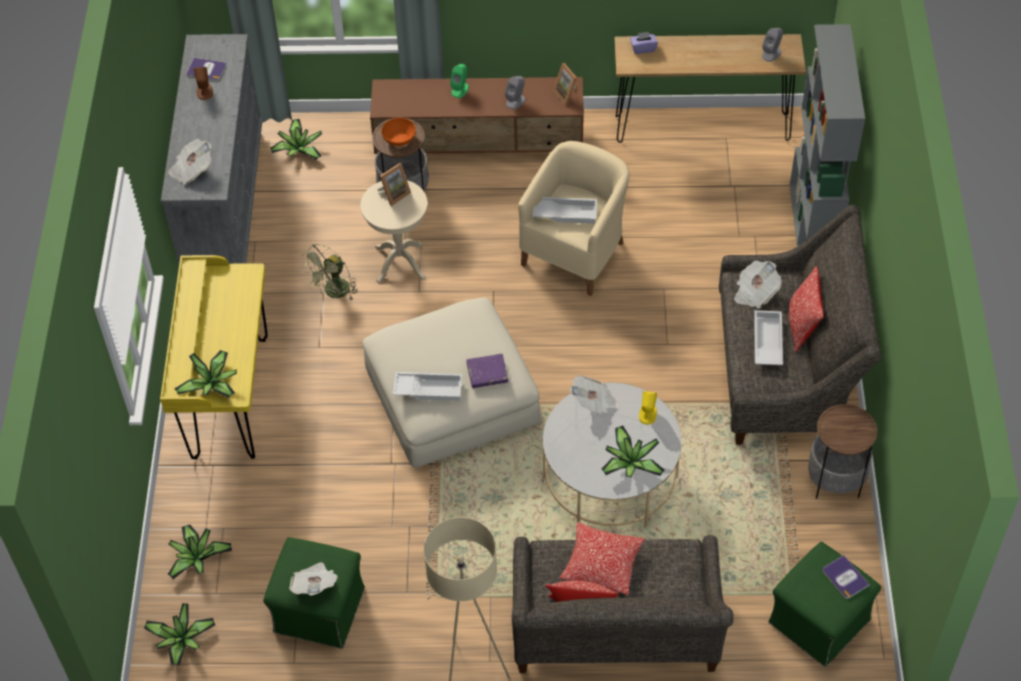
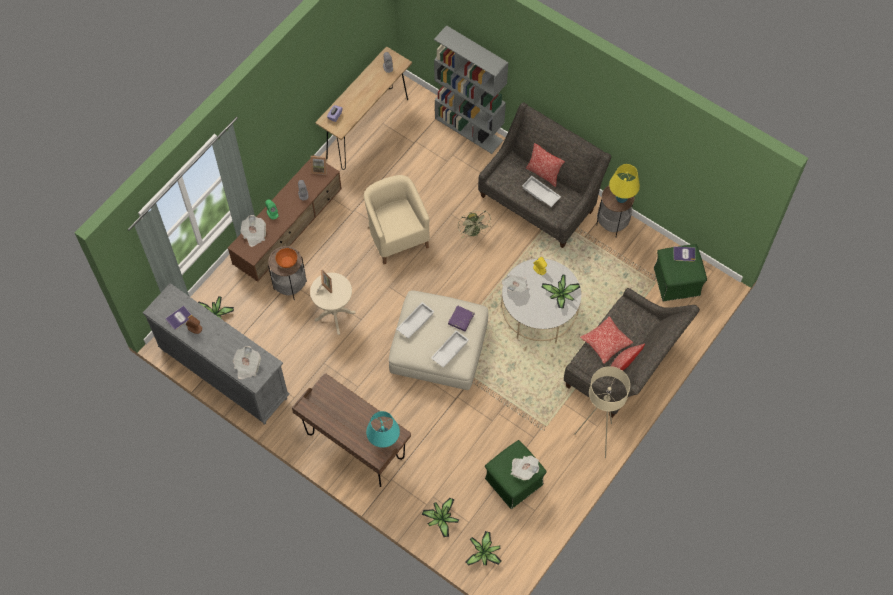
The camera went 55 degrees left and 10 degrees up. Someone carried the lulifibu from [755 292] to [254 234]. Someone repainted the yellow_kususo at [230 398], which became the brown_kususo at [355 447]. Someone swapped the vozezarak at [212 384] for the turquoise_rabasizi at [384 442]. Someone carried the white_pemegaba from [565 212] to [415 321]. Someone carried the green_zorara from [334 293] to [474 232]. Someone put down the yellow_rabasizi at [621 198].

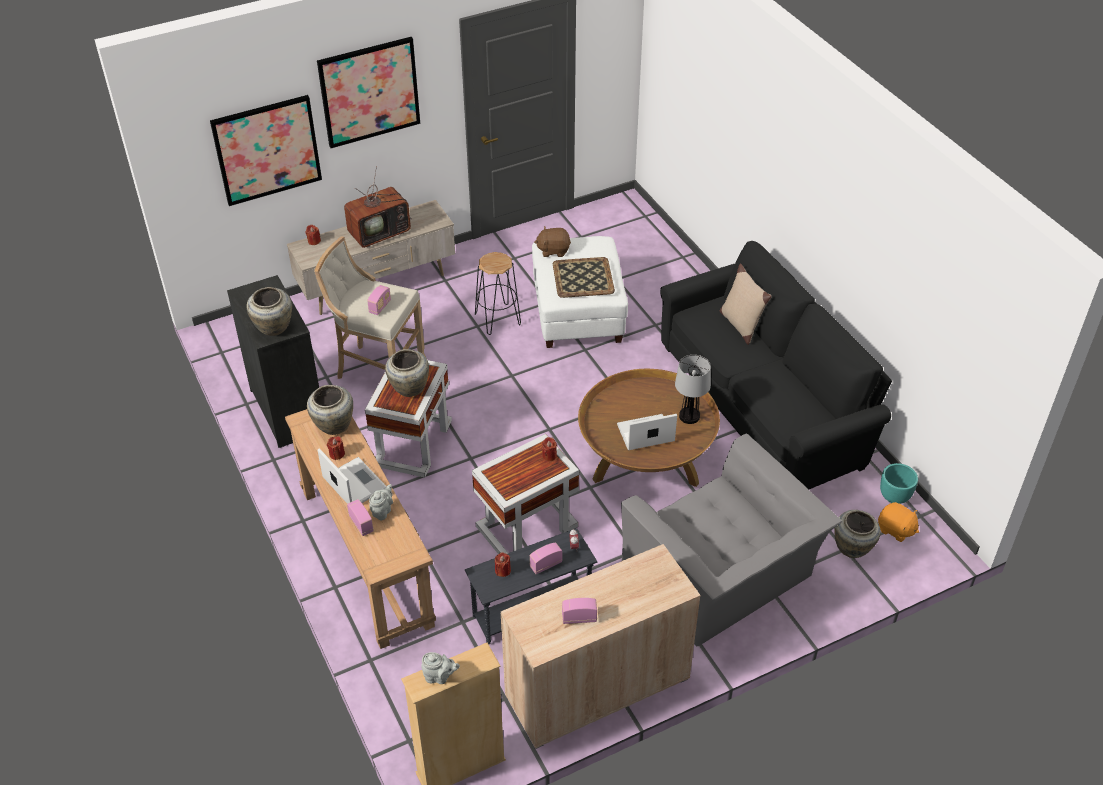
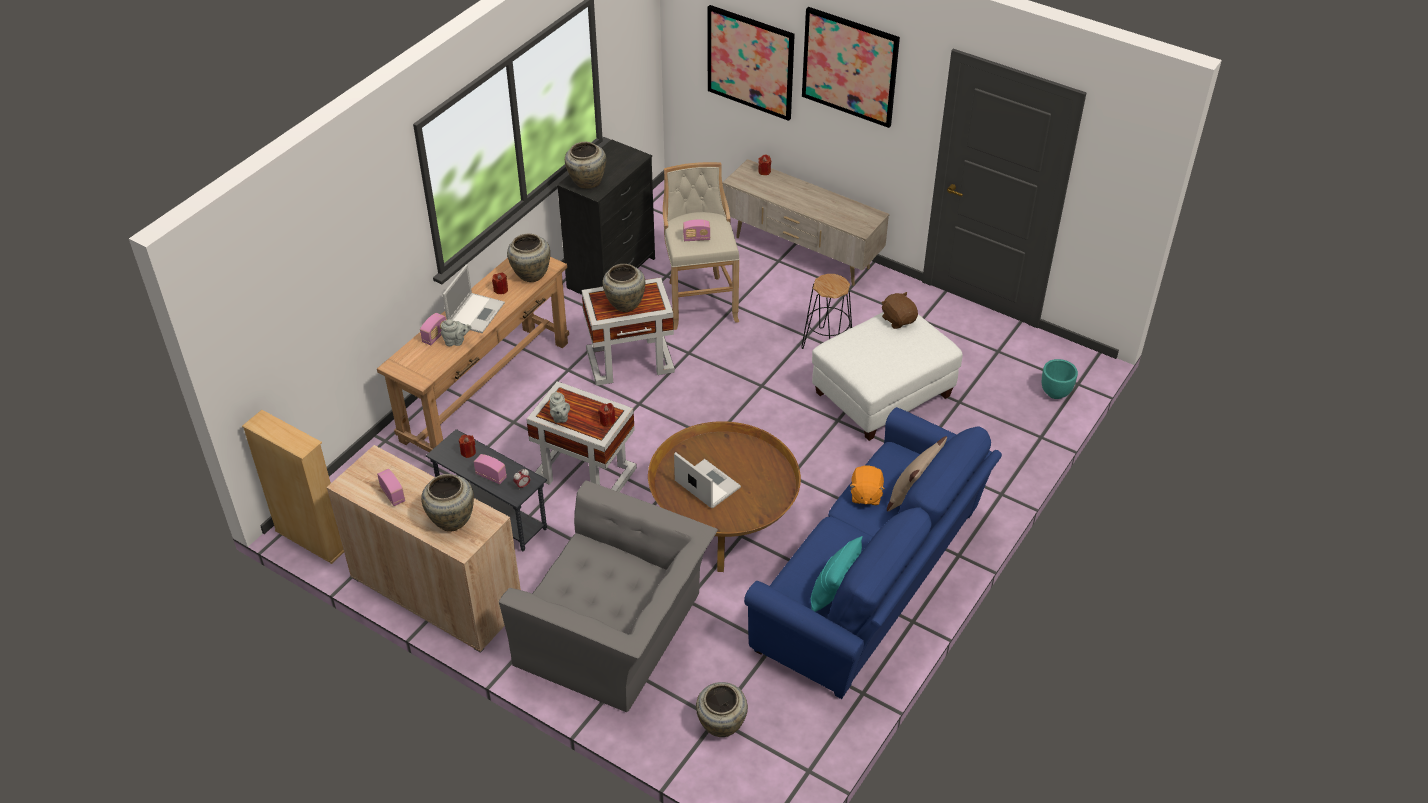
The camera went 60 degrees right and 0 degrees up. Someone put down the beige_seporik at [451 519]. Someone rotated the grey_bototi at [721 576] by 90 degrees counterclockwise. Someone carried the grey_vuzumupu from [439 677] to [560 418]. Someone repainted the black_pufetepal at [765 403], which became the blue_pufetepal at [874 583]. Someone put down the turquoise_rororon at [833 593]. Someone carried the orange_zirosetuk from [895 530] to [865 495]. Someone carried the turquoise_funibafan from [894 497] to [1055 393]. Someone took away the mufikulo at [380 232]. Someone took away the pemegaba at [582 277]. Someone took away the rabasizi at [689 416].

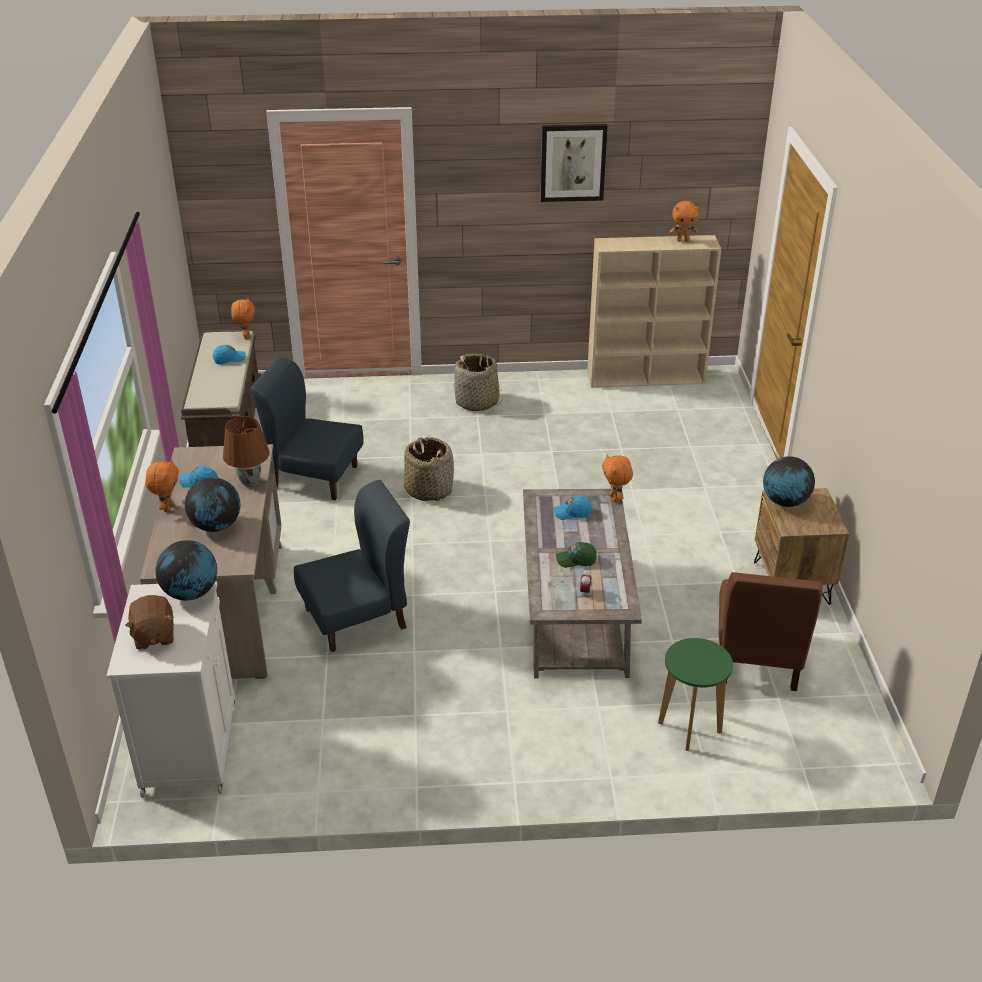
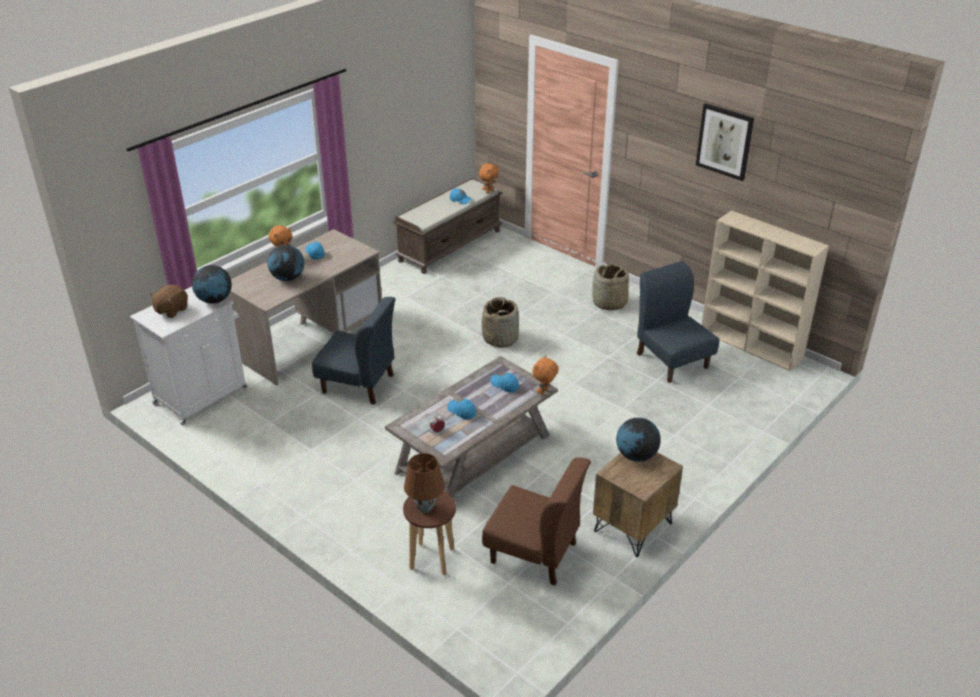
The camera went 45 degrees right and 0 degrees up. Someone repainted the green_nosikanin at [689 728], which became the brown_nosikanin at [431 559]. Someone carried the brown_rabasizi from [250 482] to [425 507]. Someone repainted the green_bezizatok at [575 560], which became the blue_bezizatok at [461 411]. Someone rotated the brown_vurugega at [757 658] by 120 degrees counterclockwise. Someone carried the blue_vurugega from [314 476] to [672 360]. Someone took away the orange_zirosetuk at [683 240].

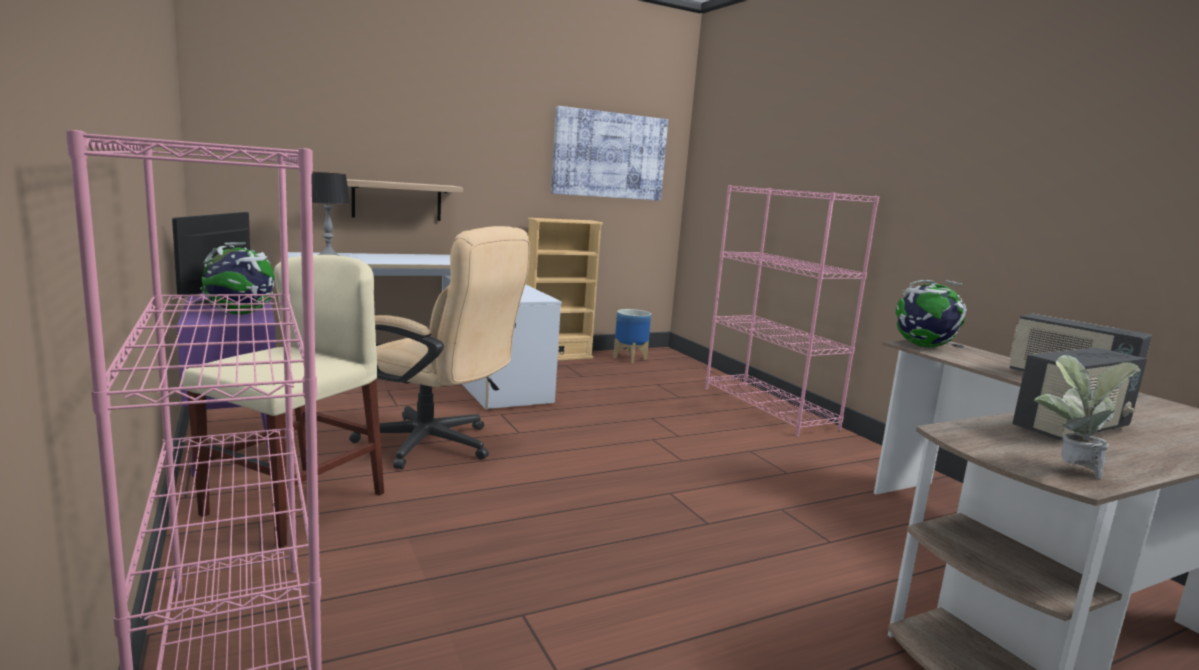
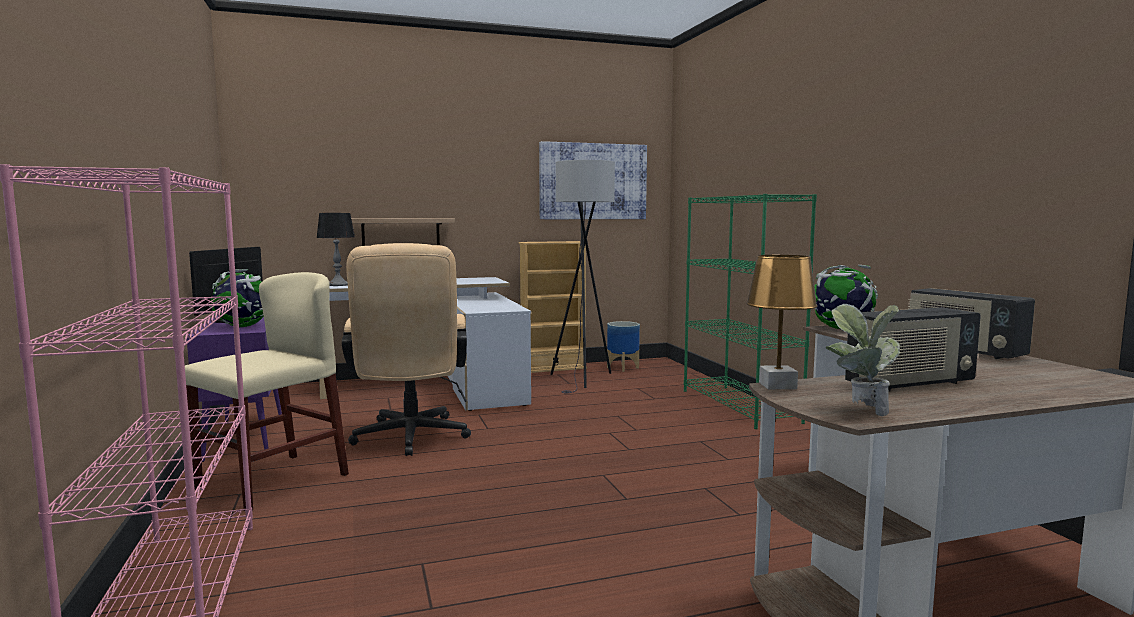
The camera went 10 degrees right and 5 degrees down. Someone rotated the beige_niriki at [437 446] by 45 degrees clockwise. Someone put down the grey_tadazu at [583 380]. Someone repainted the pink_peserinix at [769 408], which became the green_peserinix at [740 406]. Someone put down the brown_rabasizi at [777 386].

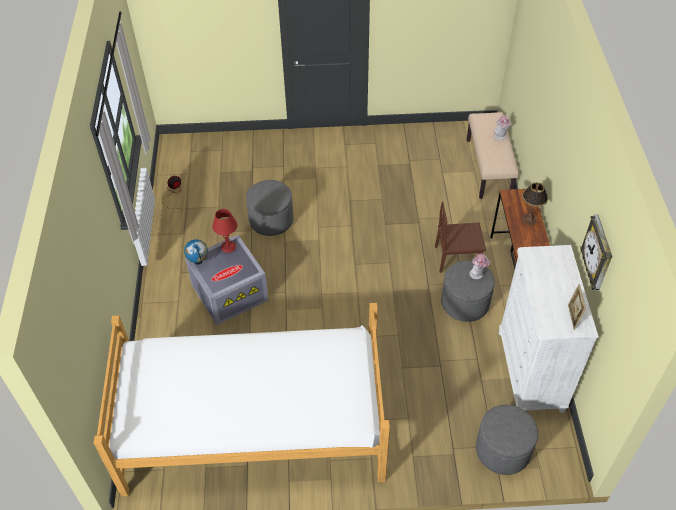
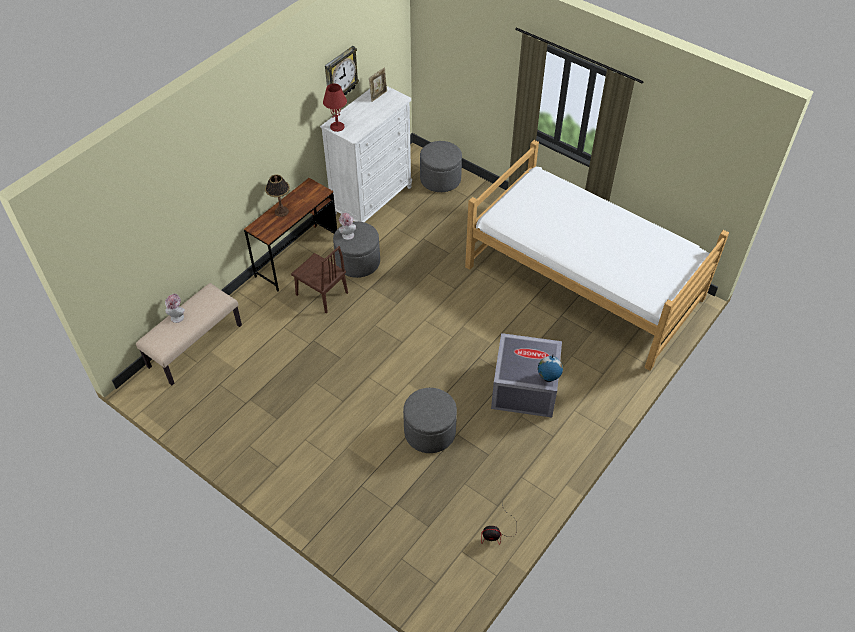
The camera went 140 degrees left and 0 degrees up. Someone carried the red_rabasizi from [228 247] to [337 127].

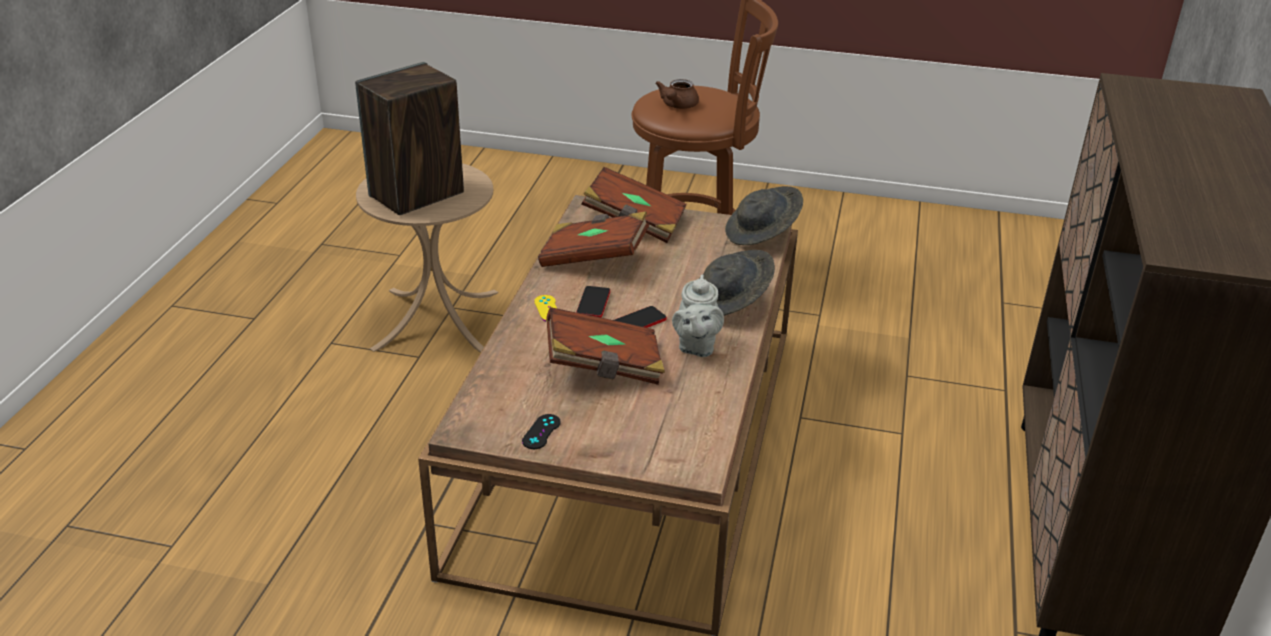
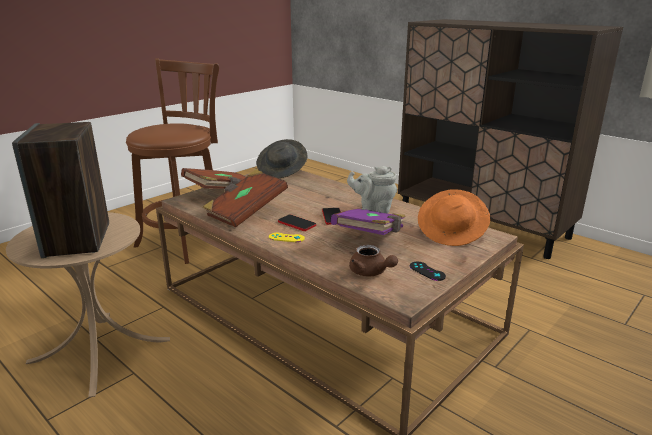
The camera went 60 degrees left and 10 degrees down. Someone repainted the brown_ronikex at [604 367], which became the purple_ronikex at [371 236]. Someone rotated the grey_vuzumupu at [696 346] by 150 degrees clockwise. Someone carried the brown_vuzumupu from [677 106] to [371 272]. Someone put down the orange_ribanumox at [452 232]. Someone took away the grey_ribanumox at [730 302].

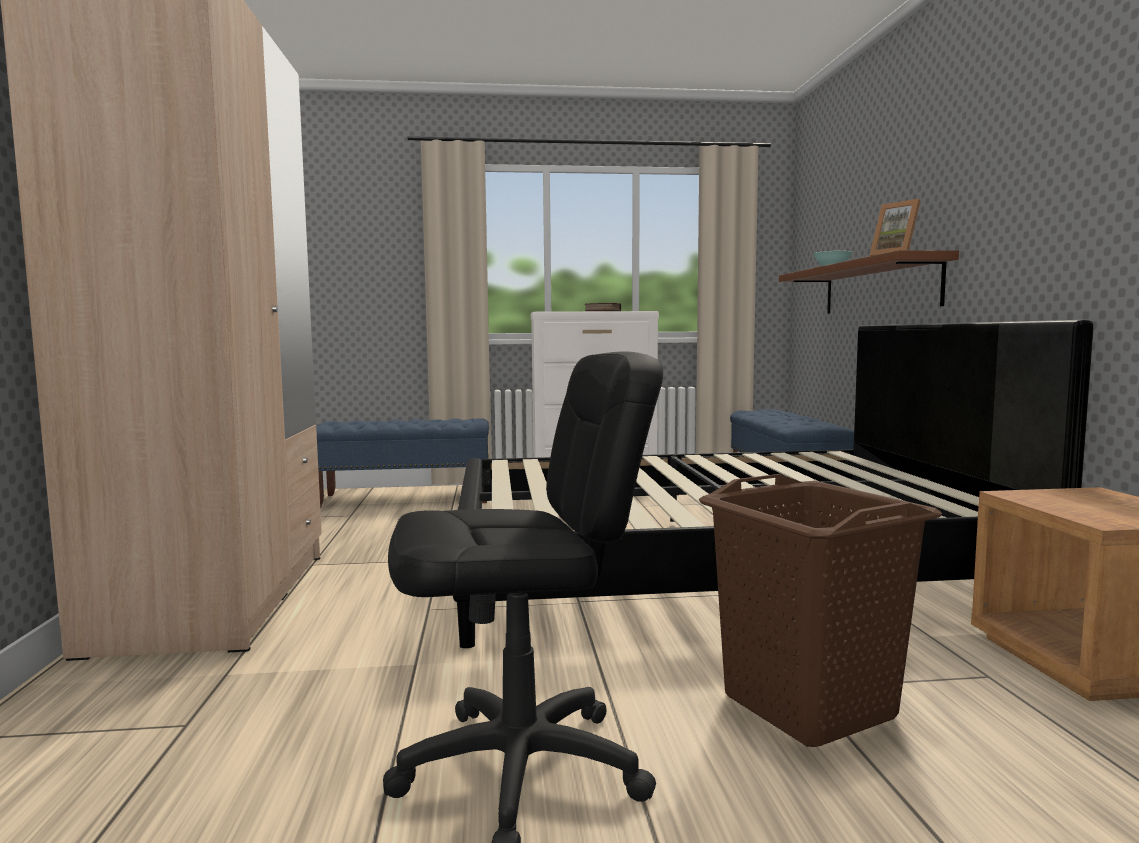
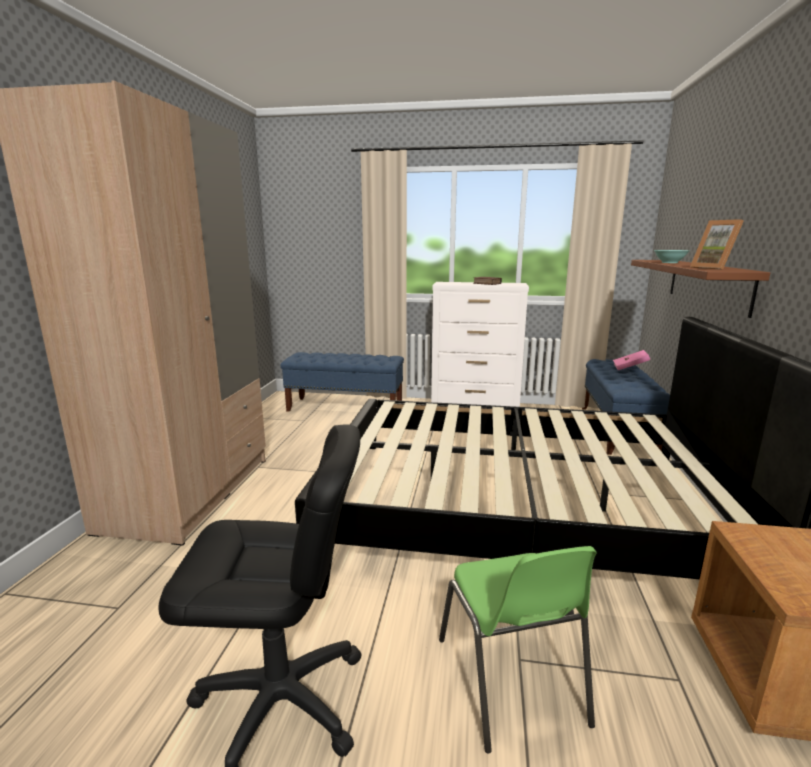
The camera went 15 degrees right and 10 degrees up. Someone swapped the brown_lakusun at [808 706] for the green_vurugega at [511 682]. Someone put down the pink_ronikex at [630 368].

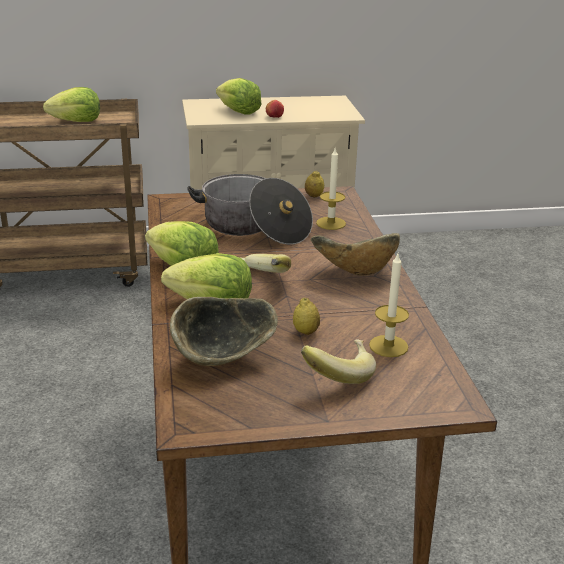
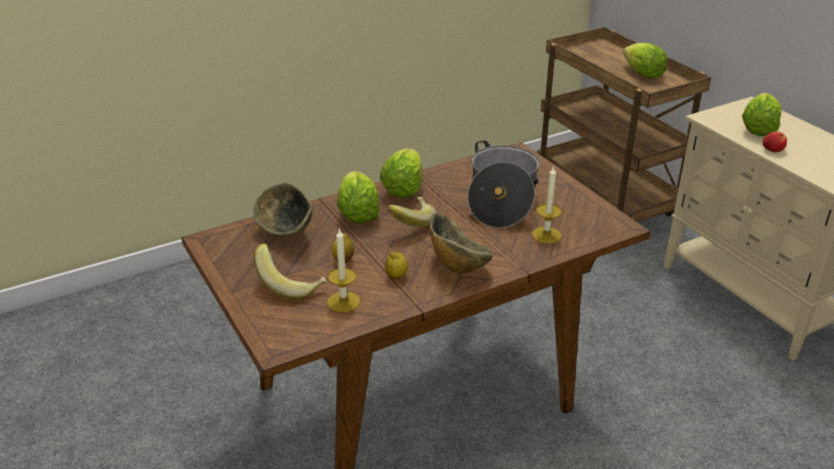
The camera went 70 degrees right and 5 degrees up. Someone carried the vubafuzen from [314 196] to [396 276].

